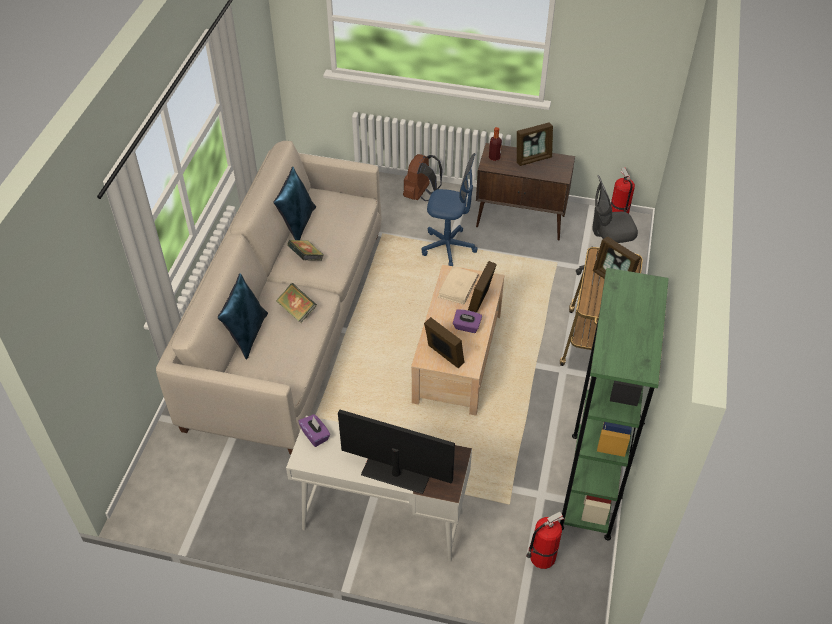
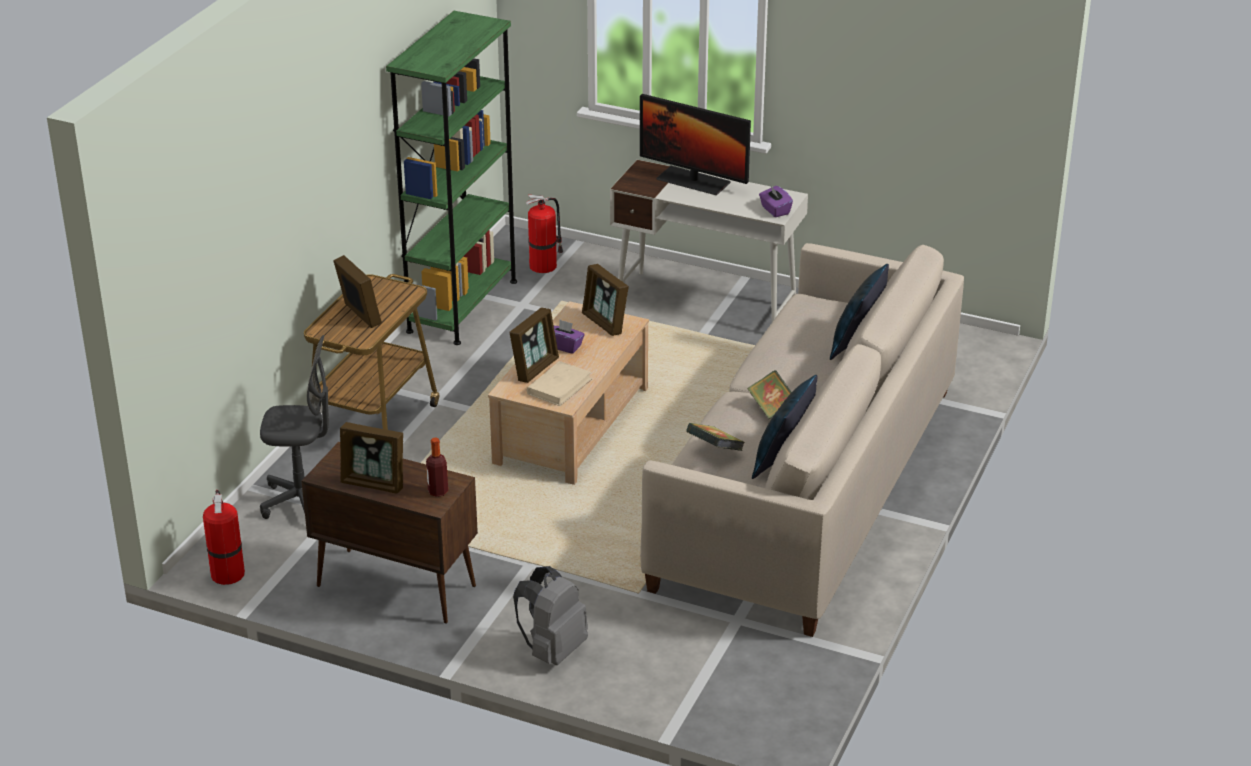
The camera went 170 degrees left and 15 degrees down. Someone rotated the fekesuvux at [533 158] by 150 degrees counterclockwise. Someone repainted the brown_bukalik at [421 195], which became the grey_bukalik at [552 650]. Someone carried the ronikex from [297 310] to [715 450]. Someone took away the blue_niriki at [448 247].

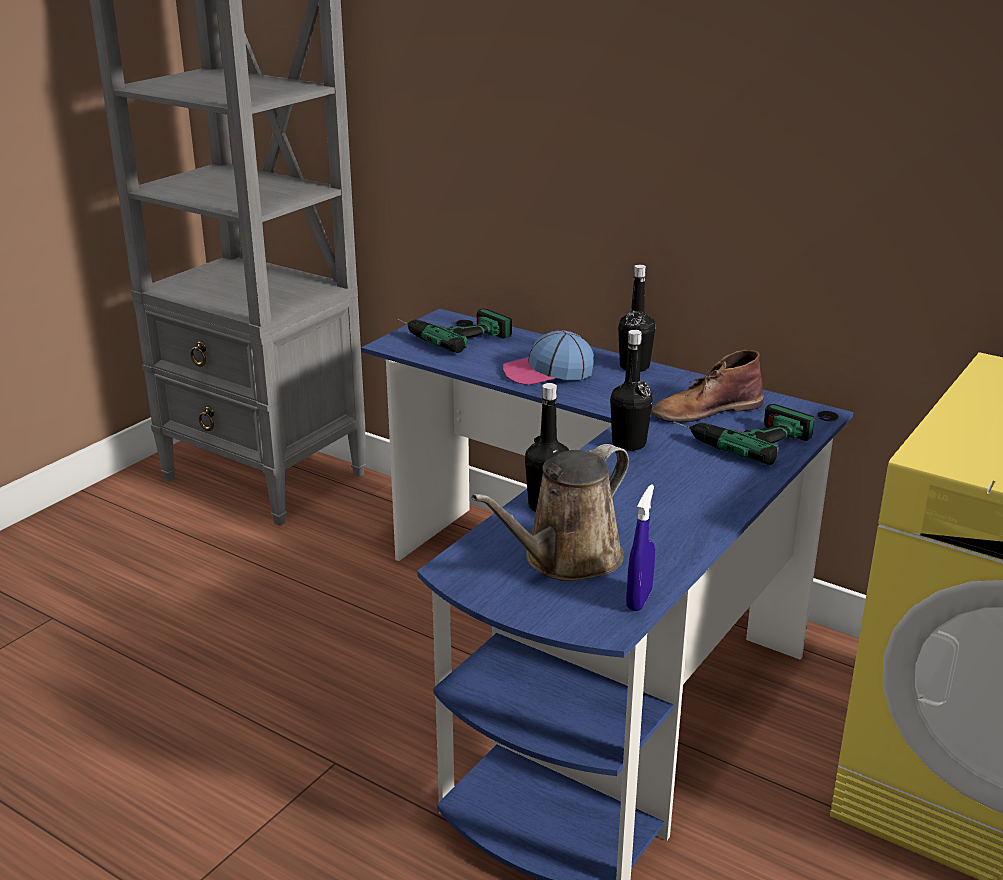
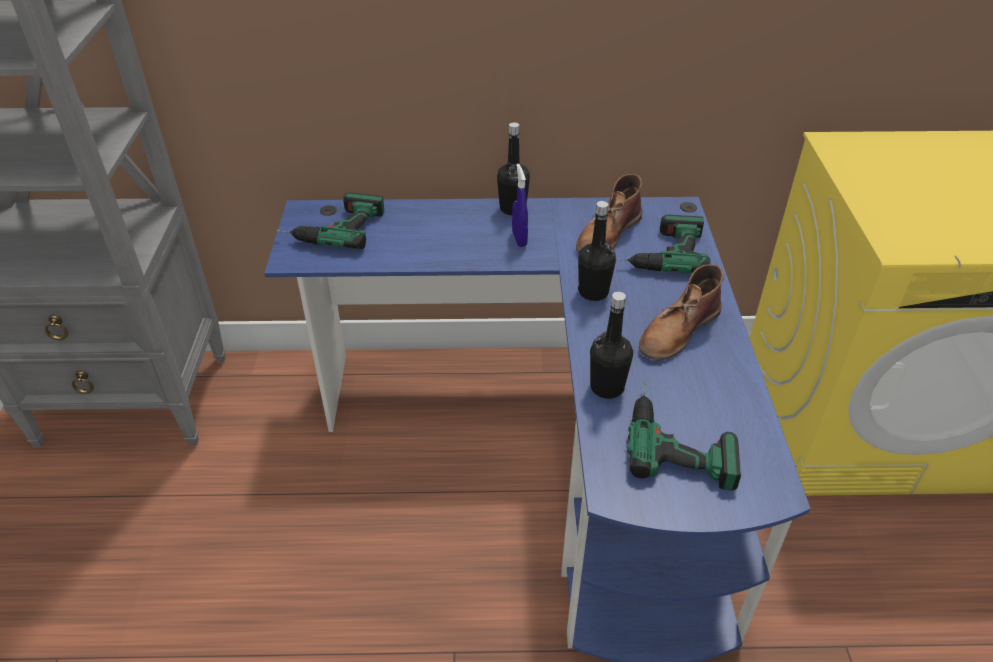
The camera went 35 degrees left and 15 degrees up. Someone carried the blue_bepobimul from [639 600] to [519 239]. Someone swapped the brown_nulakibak at [566 560] for the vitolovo at [679 437]. Someone put down the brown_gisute at [678 330]. Someone took away the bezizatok at [548 372].

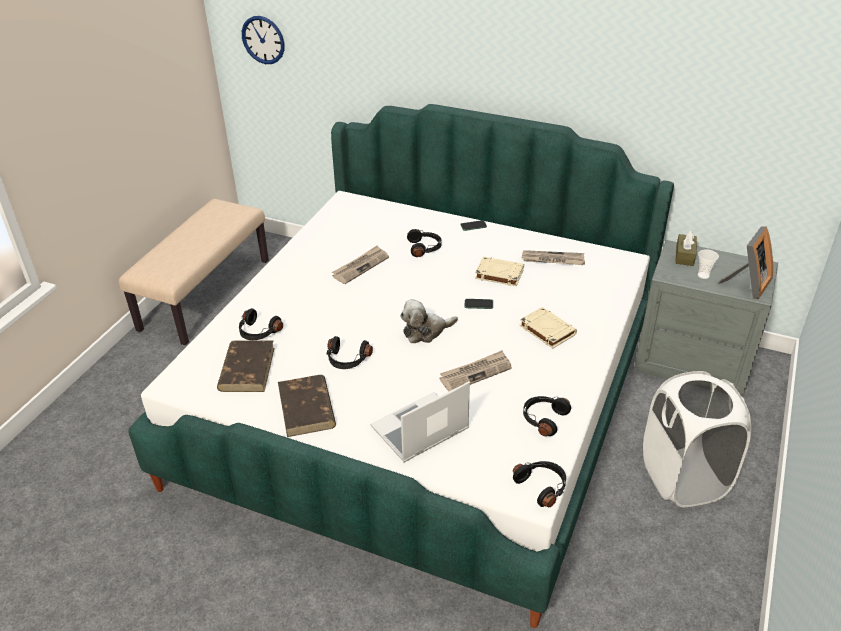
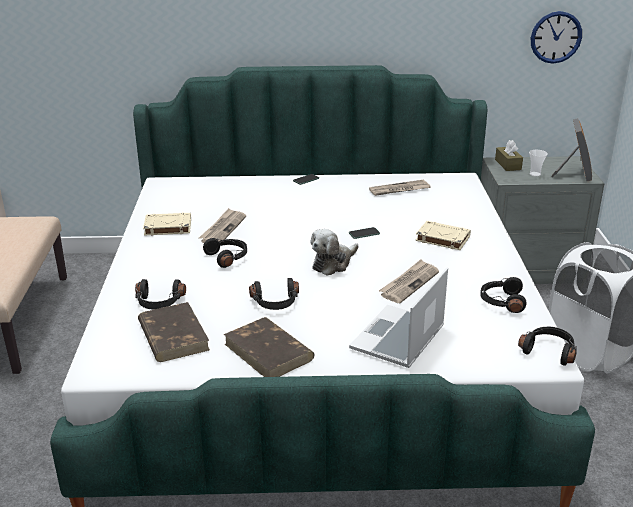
The camera went 25 degrees left and 10 degrees down. Someone carried the beige_ronikex from [498 274] to [167 227]. Someone carried the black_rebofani from [425 248] to [228 257]. Someone carried the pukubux from [263 40] to [556 37].

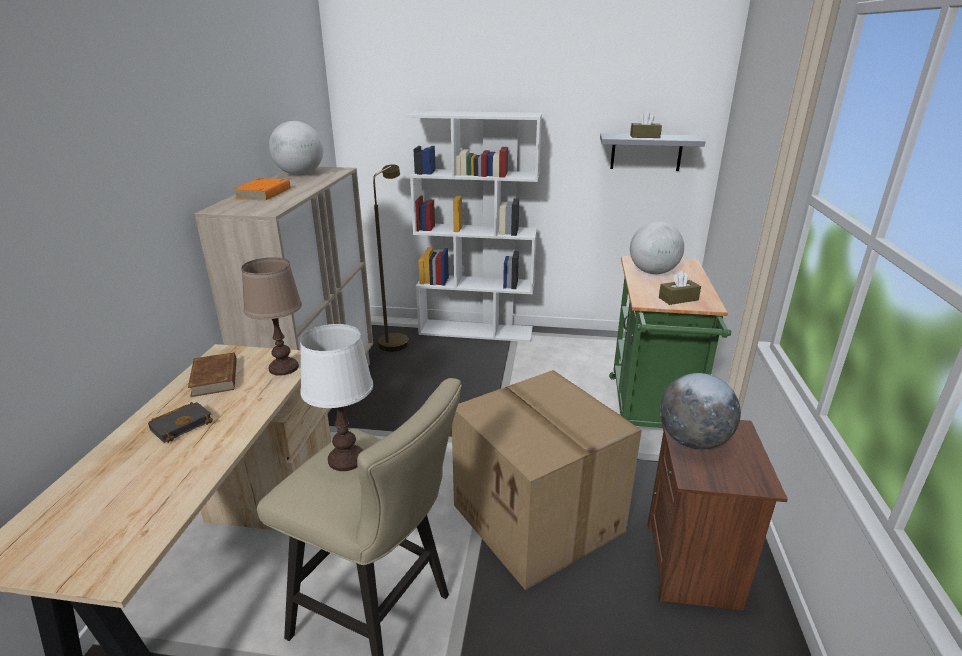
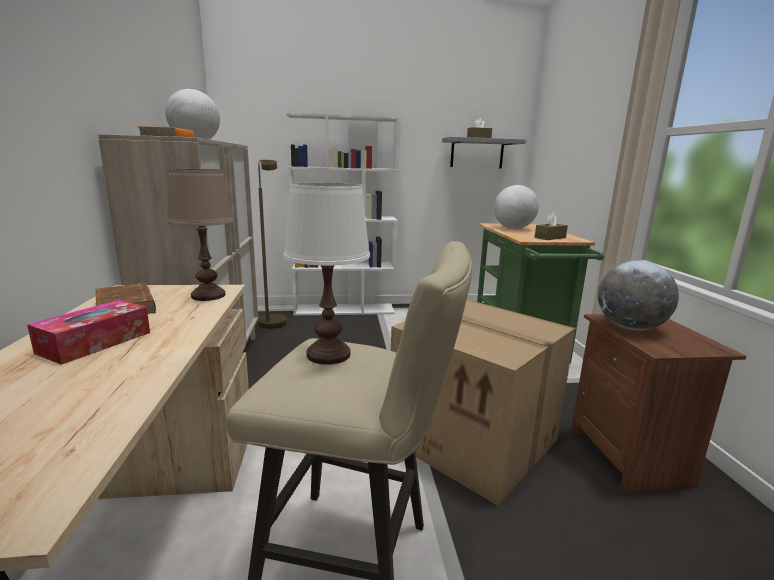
The camera went 15 degrees left and 10 degrees down. Someone swapped the black_ronikex at [182 424] for the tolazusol at [95 342].

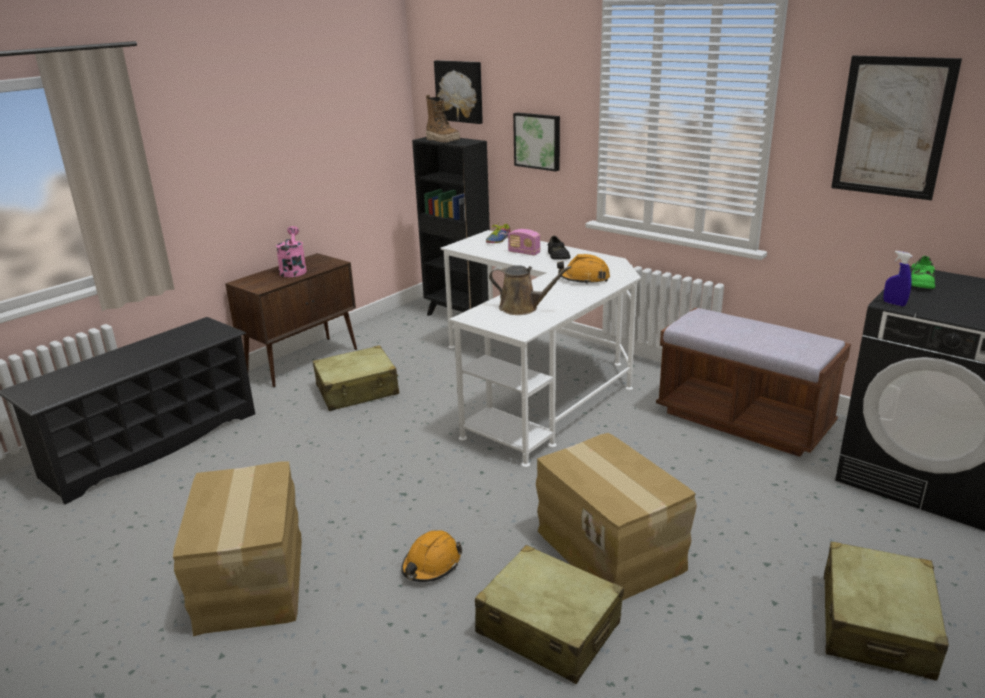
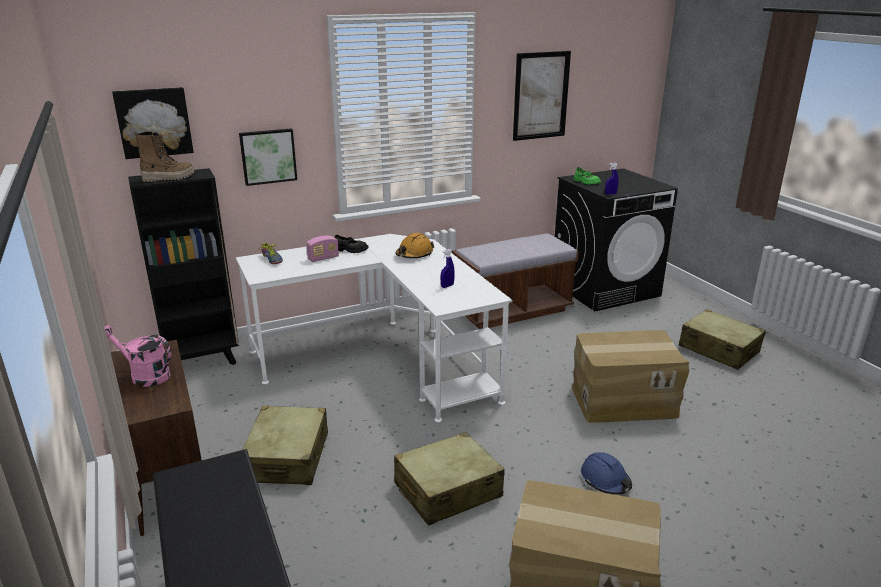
The camera went 65 degrees left and 0 degrees up. Someone carried the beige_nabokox from [548 628] to [447 490]. Someone swapped the brown_nulakibak at [522 308] for the blue_bepobimul at [447 286]. Someone repainted the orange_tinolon at [431 565], which became the blue_tinolon at [605 480].

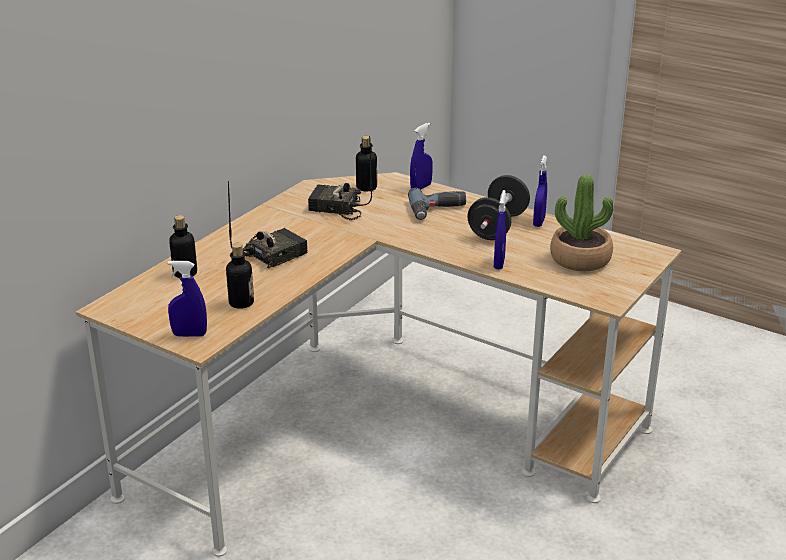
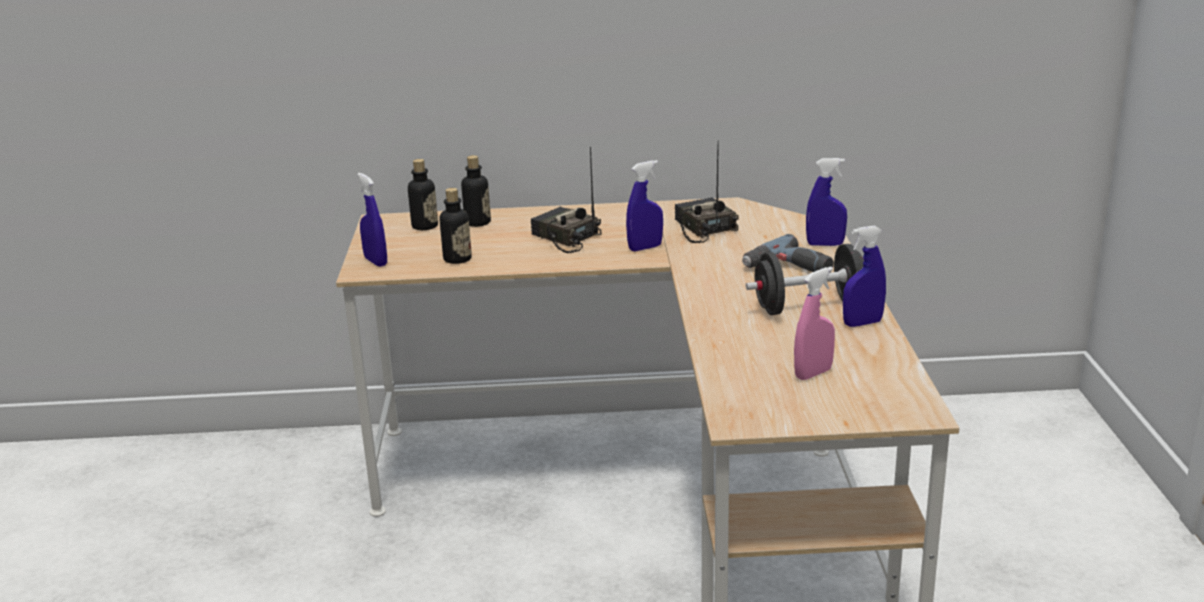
The camera went 55 degrees right and 5 degrees down. Someone carried the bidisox from [366 187] to [425 226]. Someone rotated the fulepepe at [272 254] by 150 degrees counterclockwise. Someone carried the blue_bepobimul from [499 263] to [645 248]. Someone swapped the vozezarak at [580 259] for the pink_bepobimul at [813 374].

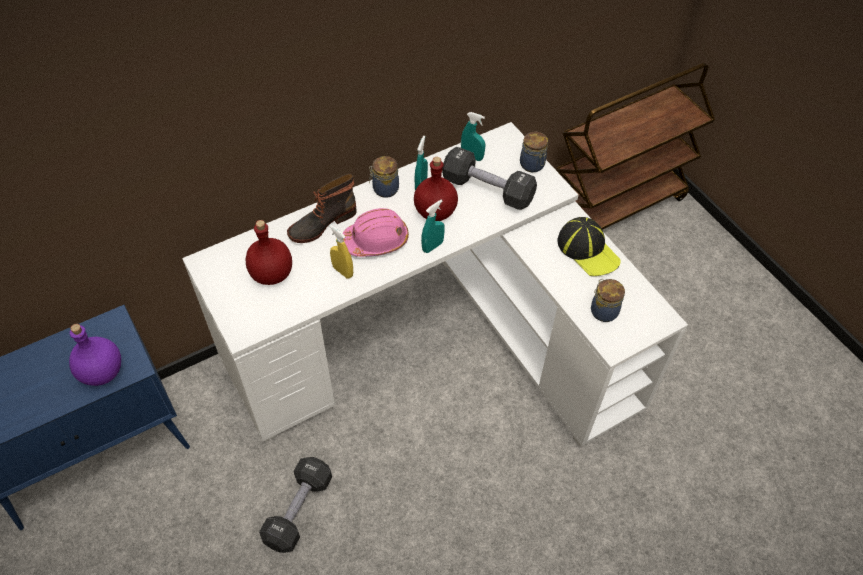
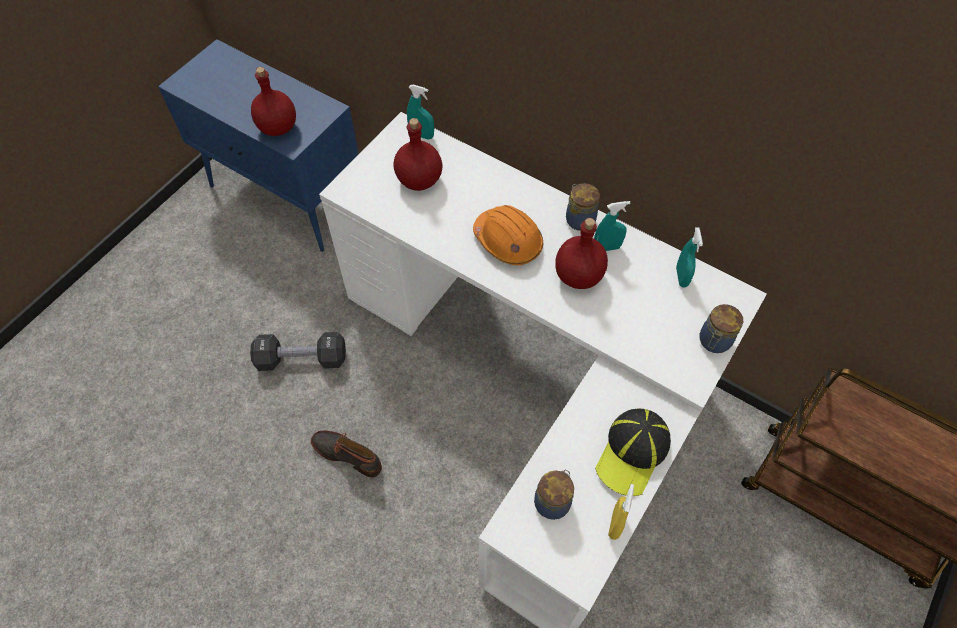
The camera went 65 degrees right and 5 degrees up. Someone repainted the purple_bidisox at [103 372], which became the red_bidisox at [278 128]. Someone carried the gisute from [322 223] to [348 454]. Someone carried the turquoise_bepobimul from [432 246] to [421 135]. Someone repainted the pink_tinolon at [376 240], which became the orange_tinolon at [508 241]. Someone carried the yellow_bepobimul from [342 271] to [615 524]. Someone took away the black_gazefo at [487 190].

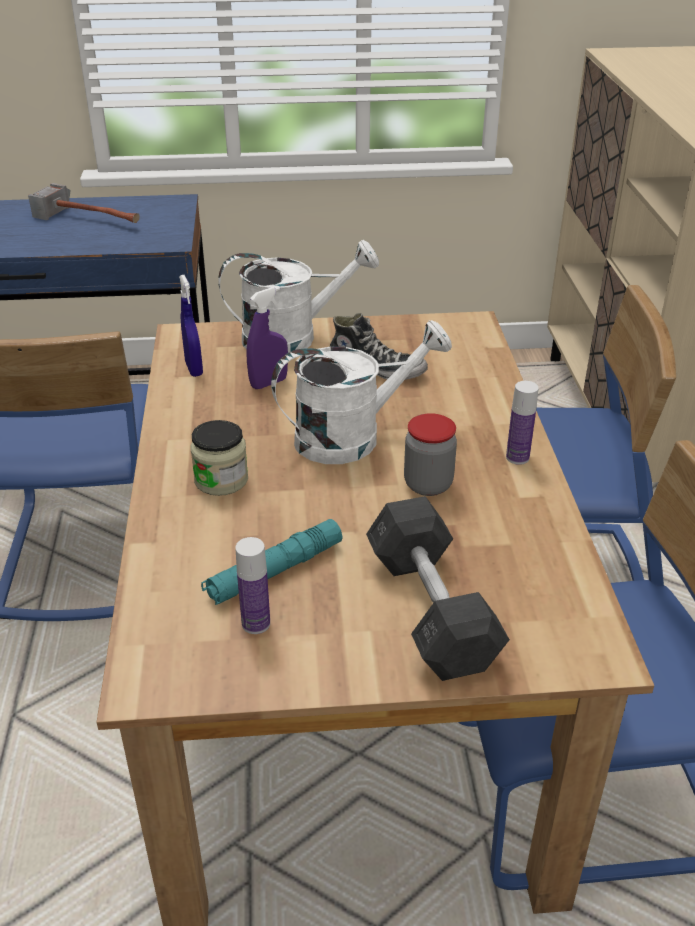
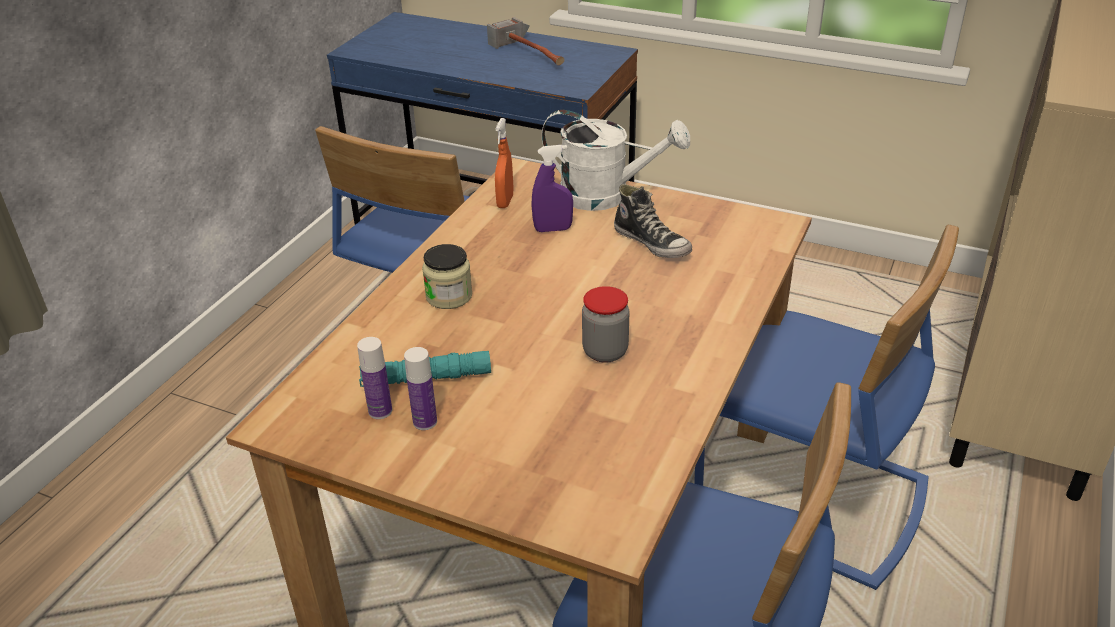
The camera went 30 degrees right and 0 degrees up. Someone carried the bidisox from [517 457] to [425 422]. Someone repainted the blue_bepobimul at [194 369], which became the orange_bepobimul at [505 201]. Someone took away the white_nulakibak at [352 436]. Someone took away the grey_gazefo at [431 610].

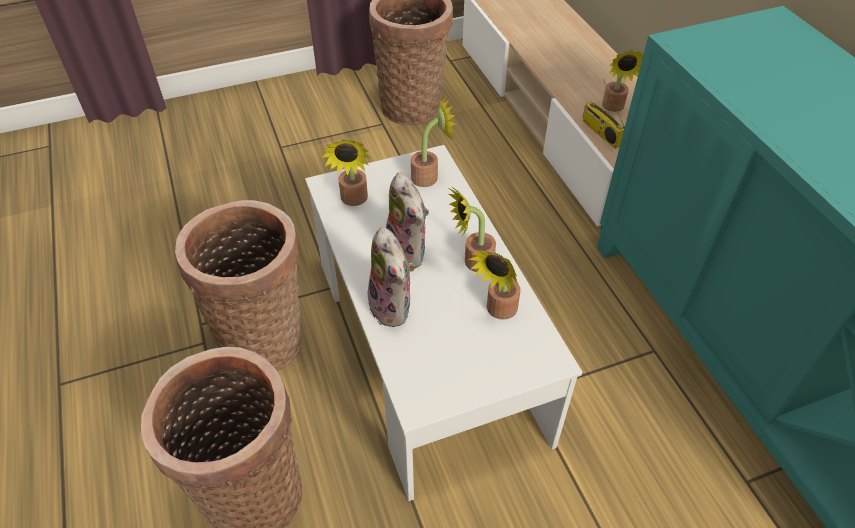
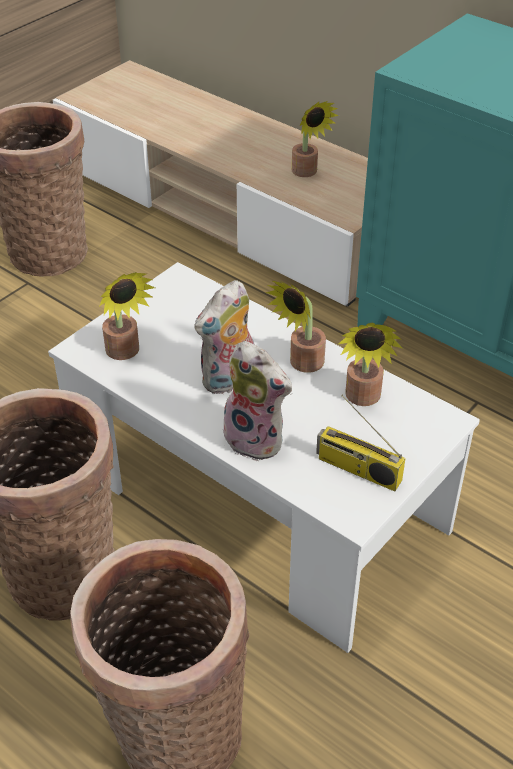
The camera went 30 degrees left and 5 degrees down. Someone rotated the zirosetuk at [409 252] by 105 degrees clockwise. Someone carried the fulepepe from [600 132] to [357 470]. Someone took away the vozezarak at [430 177].

